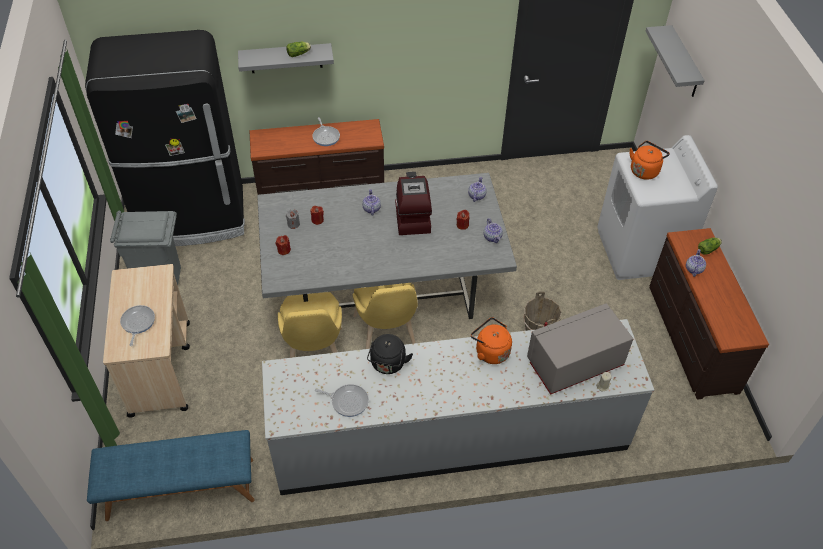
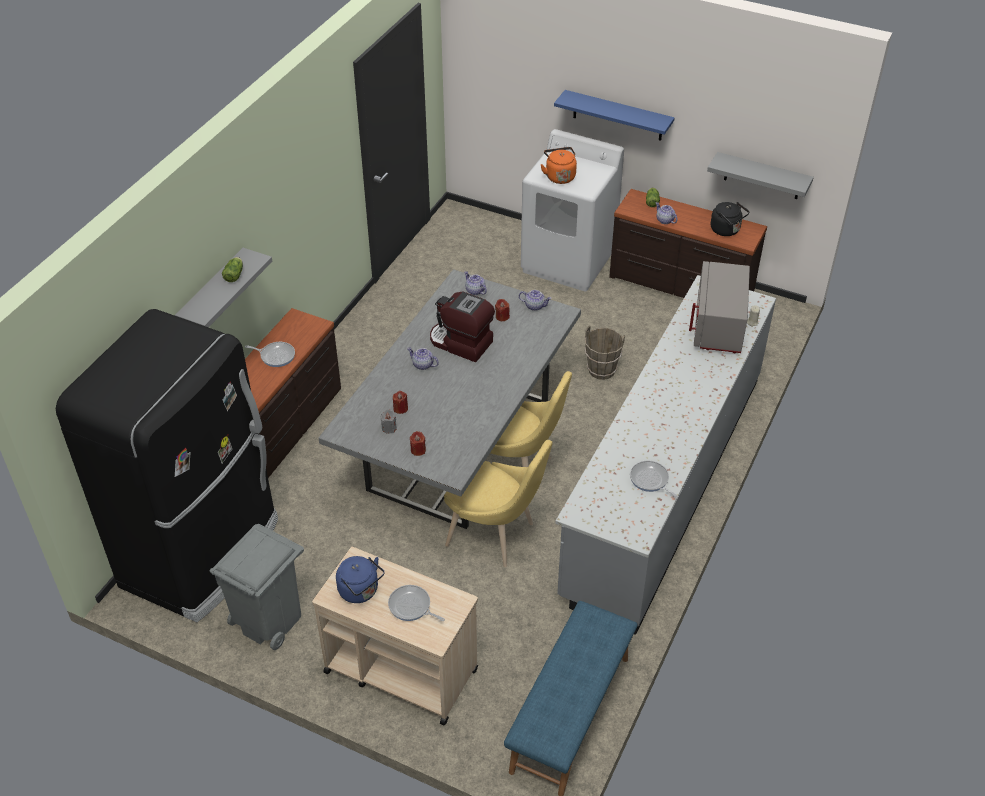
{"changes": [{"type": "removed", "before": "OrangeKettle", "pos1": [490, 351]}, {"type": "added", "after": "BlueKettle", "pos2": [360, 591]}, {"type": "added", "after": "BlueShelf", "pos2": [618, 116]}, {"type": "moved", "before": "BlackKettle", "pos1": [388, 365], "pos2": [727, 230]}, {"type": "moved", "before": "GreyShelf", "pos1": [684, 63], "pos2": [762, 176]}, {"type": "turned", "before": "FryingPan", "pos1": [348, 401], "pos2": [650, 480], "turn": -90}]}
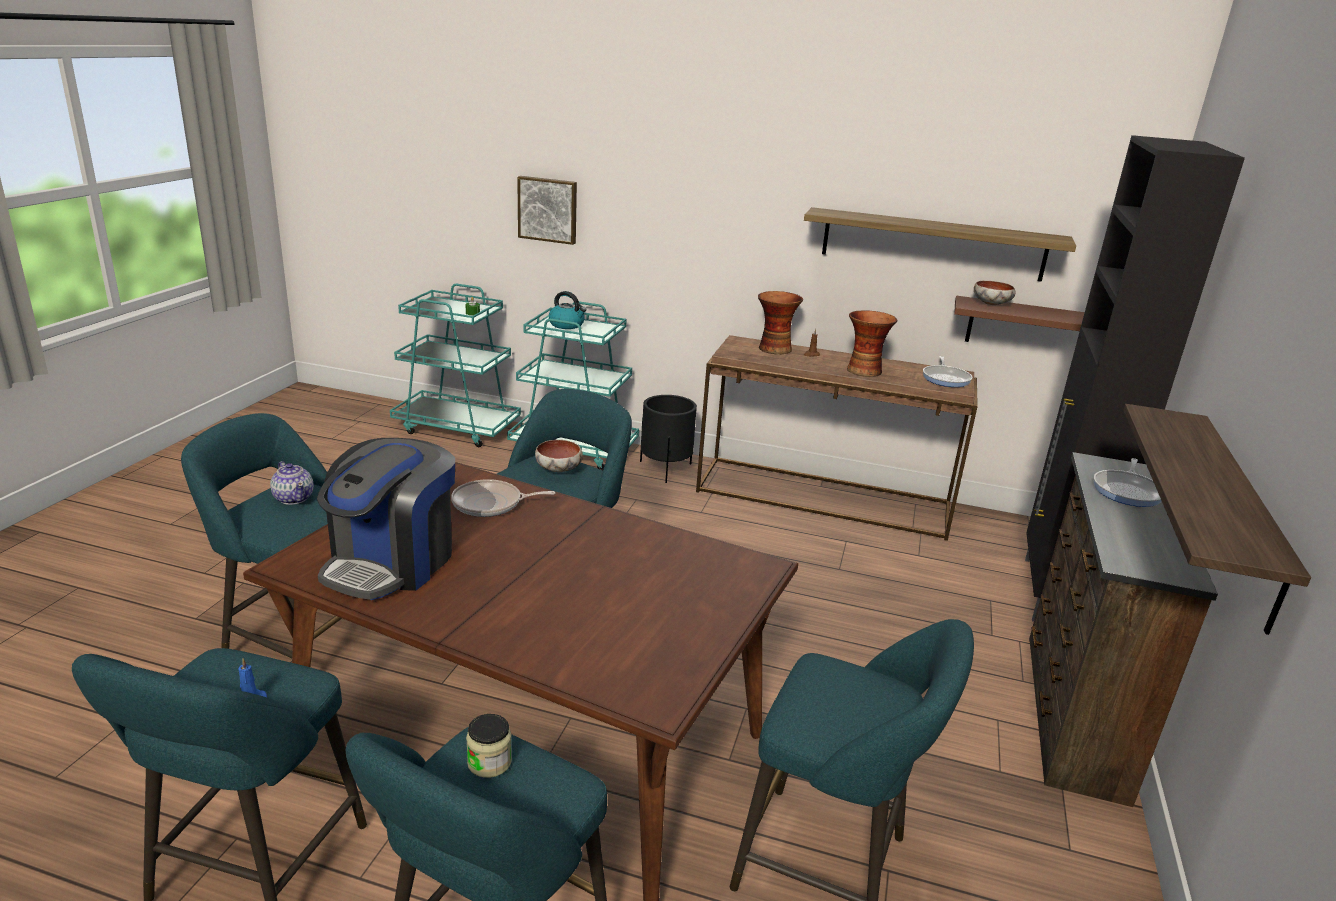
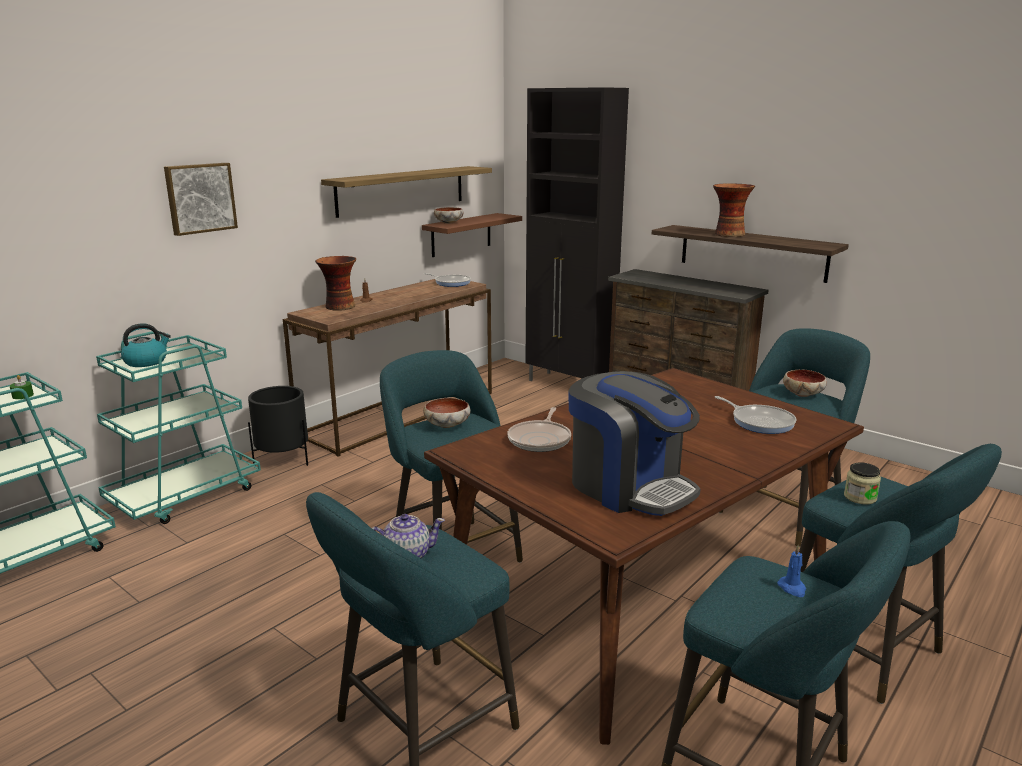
{"changes": [{"type": "added", "after": "Bowl", "pos2": [802, 394]}, {"type": "moved", "before": "Picture", "pos1": [548, 209], "pos2": [200, 198]}, {"type": "moved", "before": "Vase", "pos1": [864, 370], "pos2": [728, 234]}, {"type": "moved", "before": "FryingPan", "pos1": [1128, 491], "pos2": [760, 422]}]}
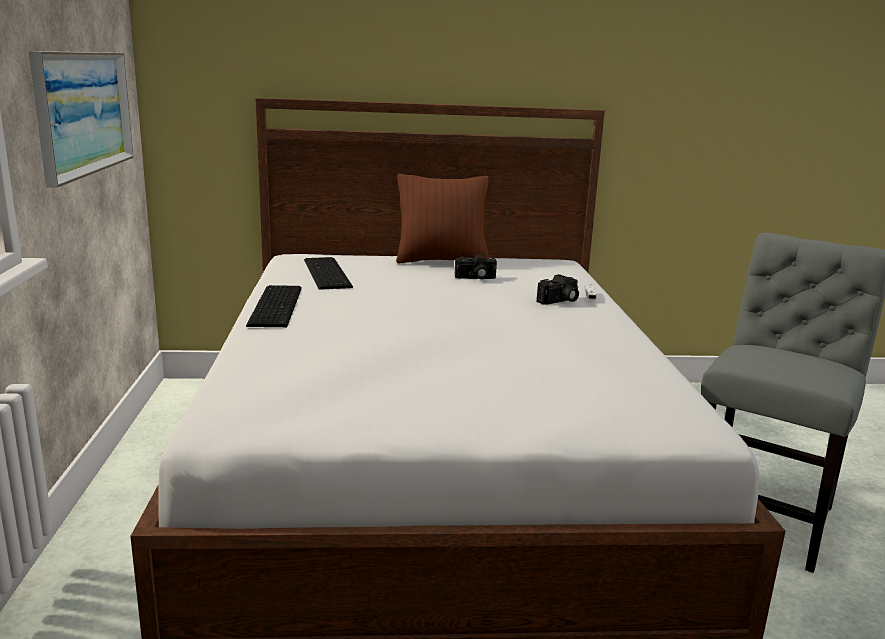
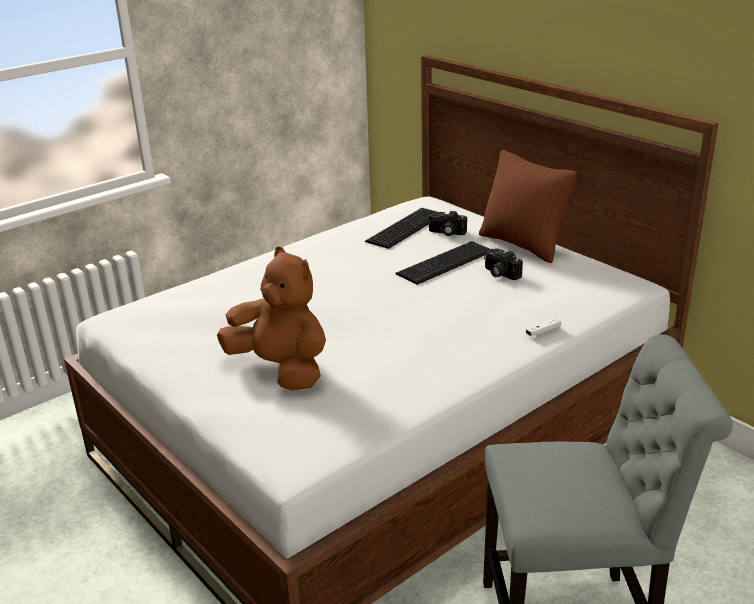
{"changes": [{"type": "removed", "before": "Picture", "pos1": [83, 112]}, {"type": "added", "after": "BrownPlushToy", "pos2": [281, 369]}, {"type": "moved", "before": "Keyboard", "pos1": [278, 305], "pos2": [447, 263]}, {"type": "moved", "before": "PhotoCamera", "pos1": [559, 301], "pos2": [446, 233]}]}
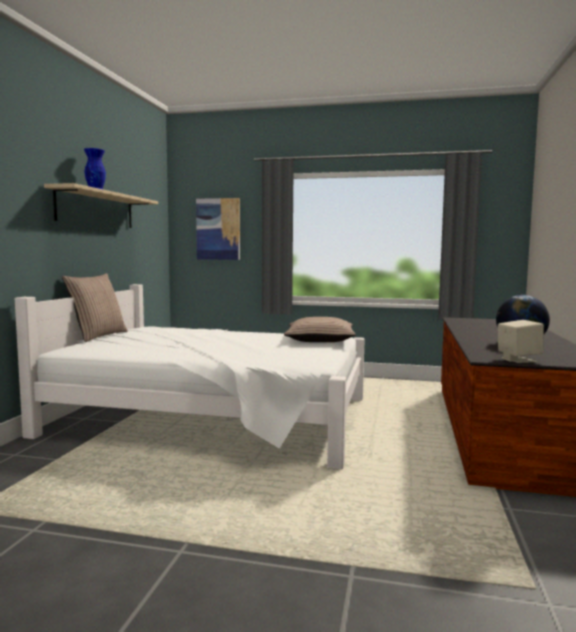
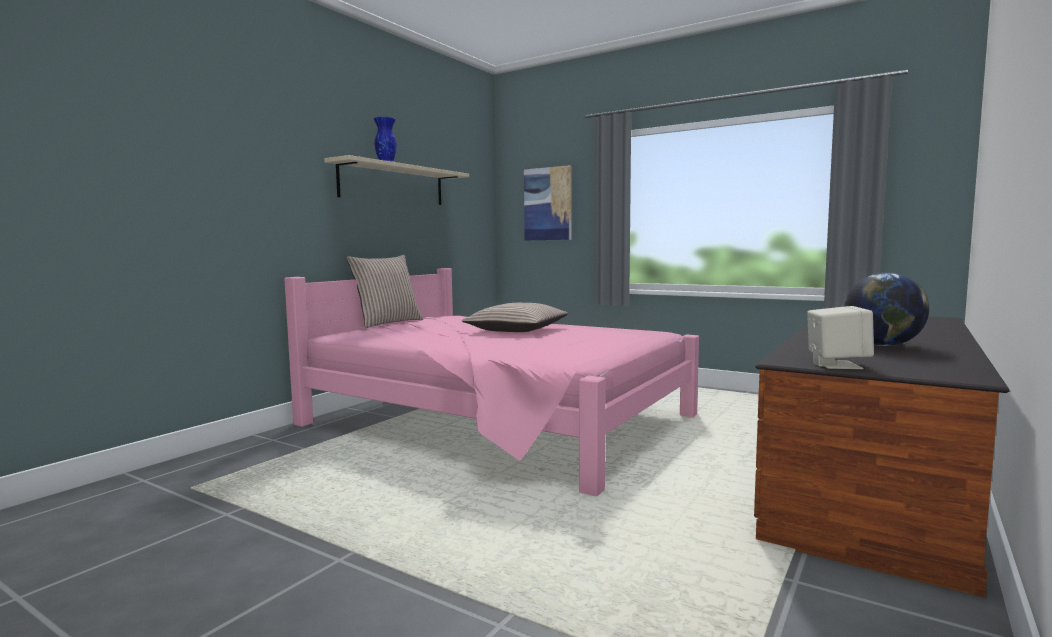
{"changes": [{"type": "moved", "before": "Pillow", "pos1": [319, 340], "pos2": [516, 330]}, {"type": "recoloured", "before": "WhiteBed", "after": "PinkBed", "pos1": [215, 416], "pos2": [498, 421]}]}
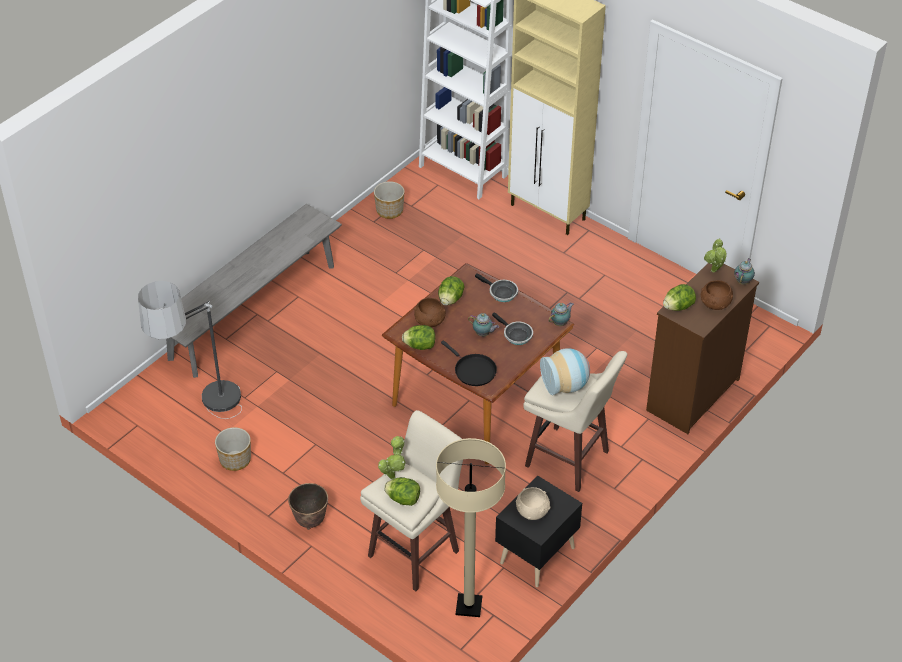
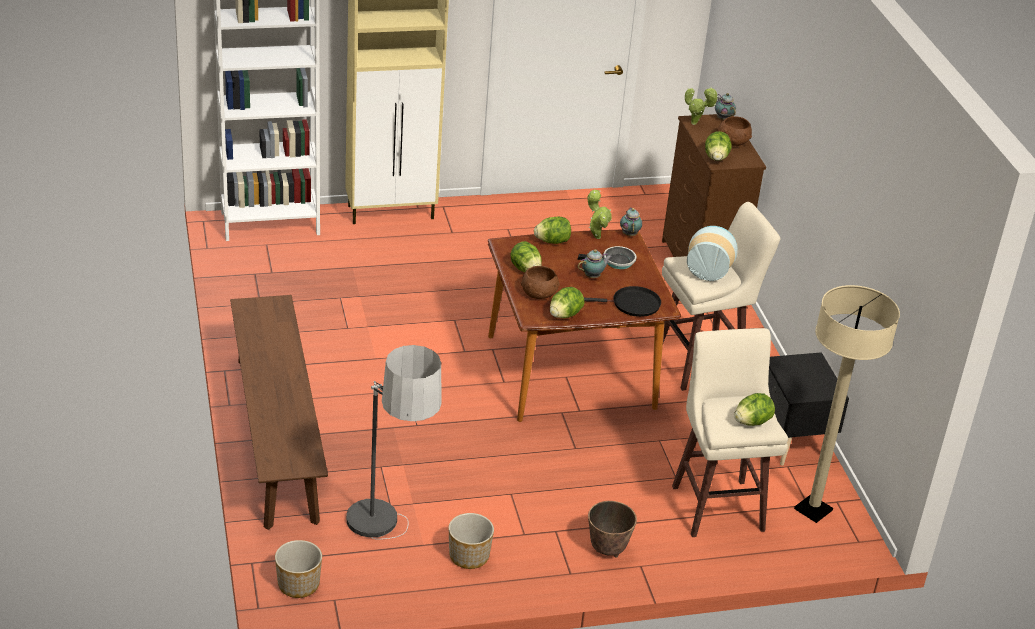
{"changes": [{"type": "removed", "before": "BeigeBowl", "pos1": [532, 511]}, {"type": "moved", "before": "Planter", "pos1": [389, 211], "pos2": [298, 585]}, {"type": "moved", "before": "PottedPlant", "pos1": [393, 475], "pos2": [596, 236]}, {"type": "replaced", "before": "FryingPan", "after": "Lettuce", "pos1": [501, 293], "pos2": [552, 241]}, {"type": "recoloured", "before": "GreyBench", "after": "BrownBench", "pos1": [253, 311], "pos2": [276, 437]}]}
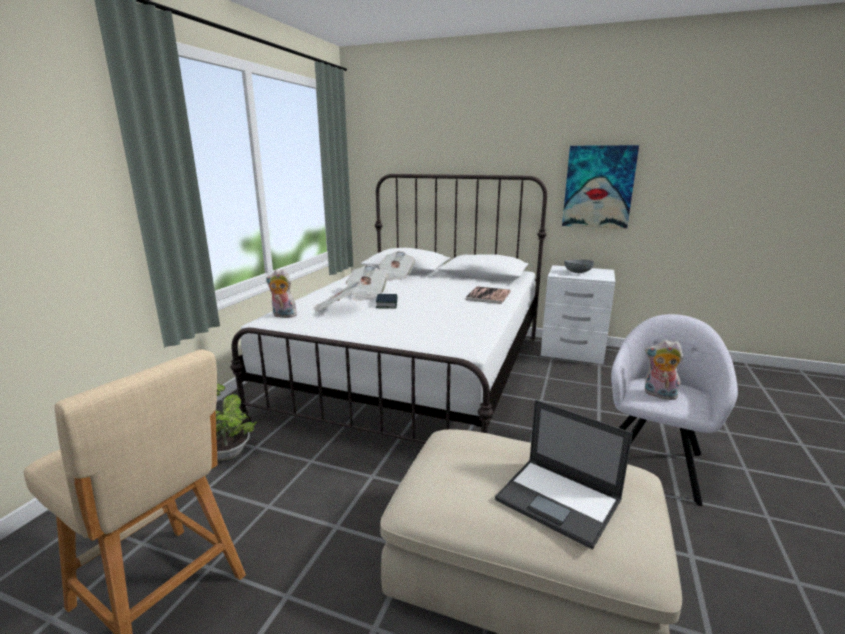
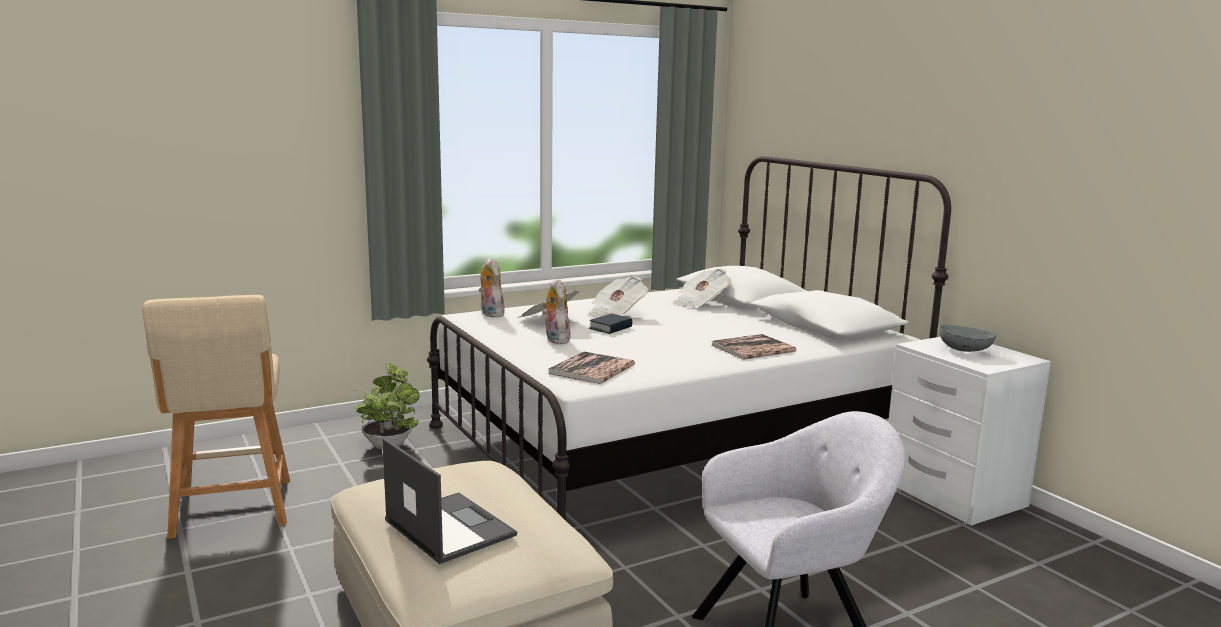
{"changes": [{"type": "removed", "before": "Picture", "pos1": [598, 187]}, {"type": "added", "after": "Book", "pos2": [592, 369]}, {"type": "moved", "before": "PlushToy", "pos1": [658, 395], "pos2": [555, 340]}, {"type": "turned", "before": "Laptop", "pos1": [559, 500], "pos2": [448, 527], "turn": 150}]}
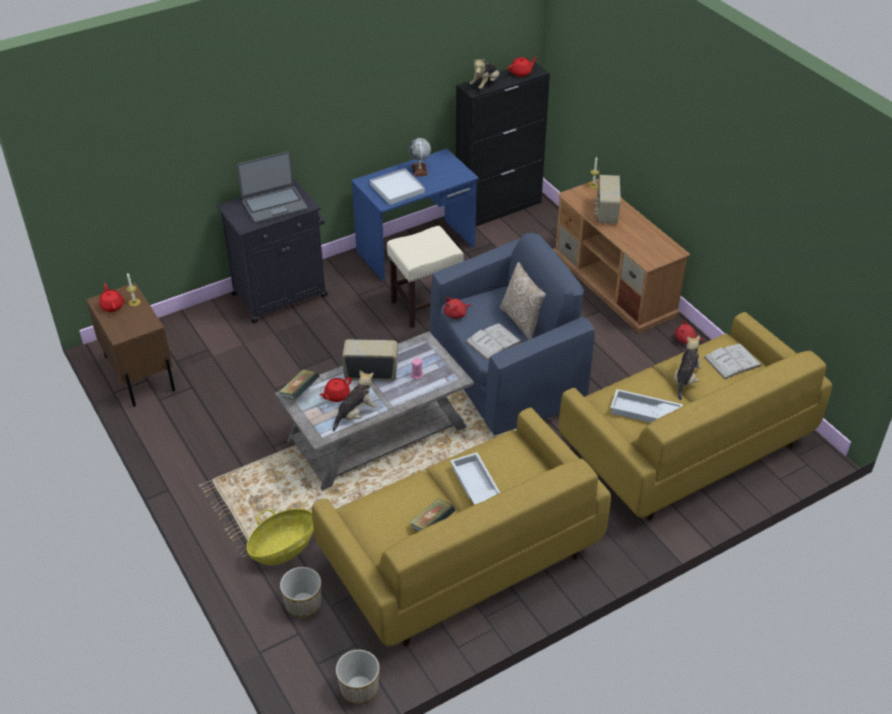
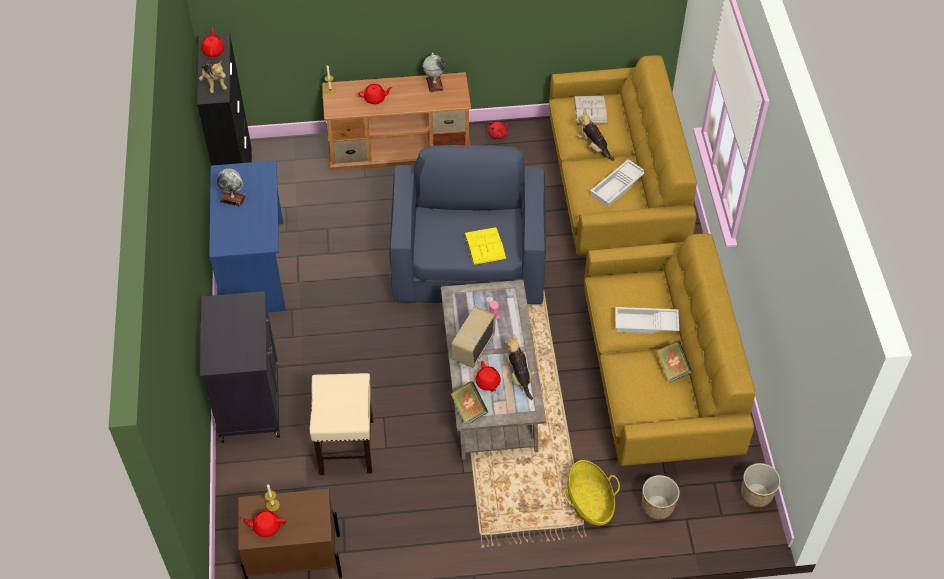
{"changes": [{"type": "removed", "before": "Laptop", "pos1": [274, 205]}, {"type": "removed", "before": "WhiteTray", "pos1": [397, 188]}, {"type": "removed", "before": "RedPlushToy", "pos1": [456, 314]}, {"type": "removed", "before": "Pillow", "pos1": [523, 321]}, {"type": "added", "after": "Globe", "pos2": [434, 84]}, {"type": "moved", "before": "BeigeStool", "pos1": [425, 307], "pos2": [346, 447]}, {"type": "replaced", "before": "Radio", "after": "RedTeapot", "pos1": [606, 212], "pos2": [375, 99]}, {"type": "recoloured", "before": "WhiteBook", "after": "YellowBook", "pos1": [493, 341], "pos2": [485, 246]}]}
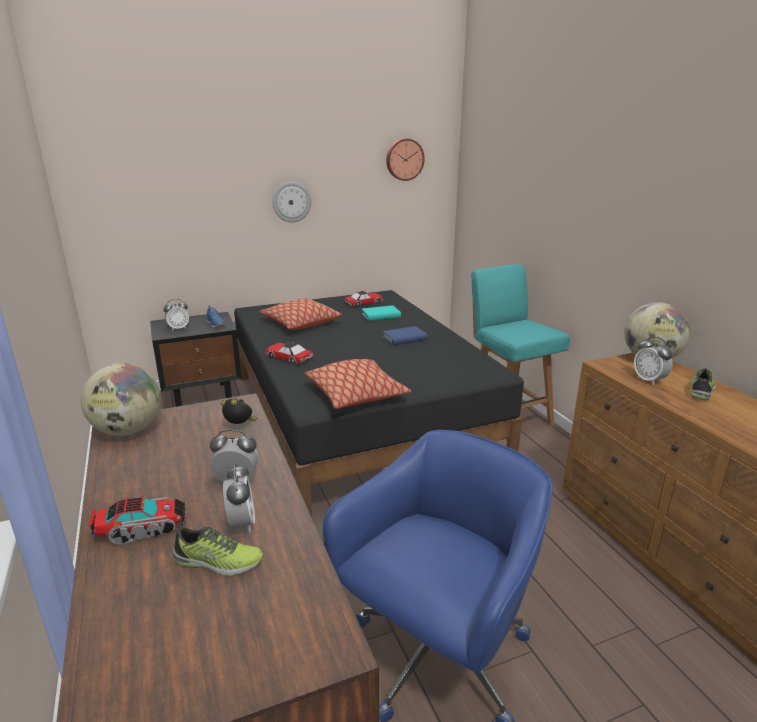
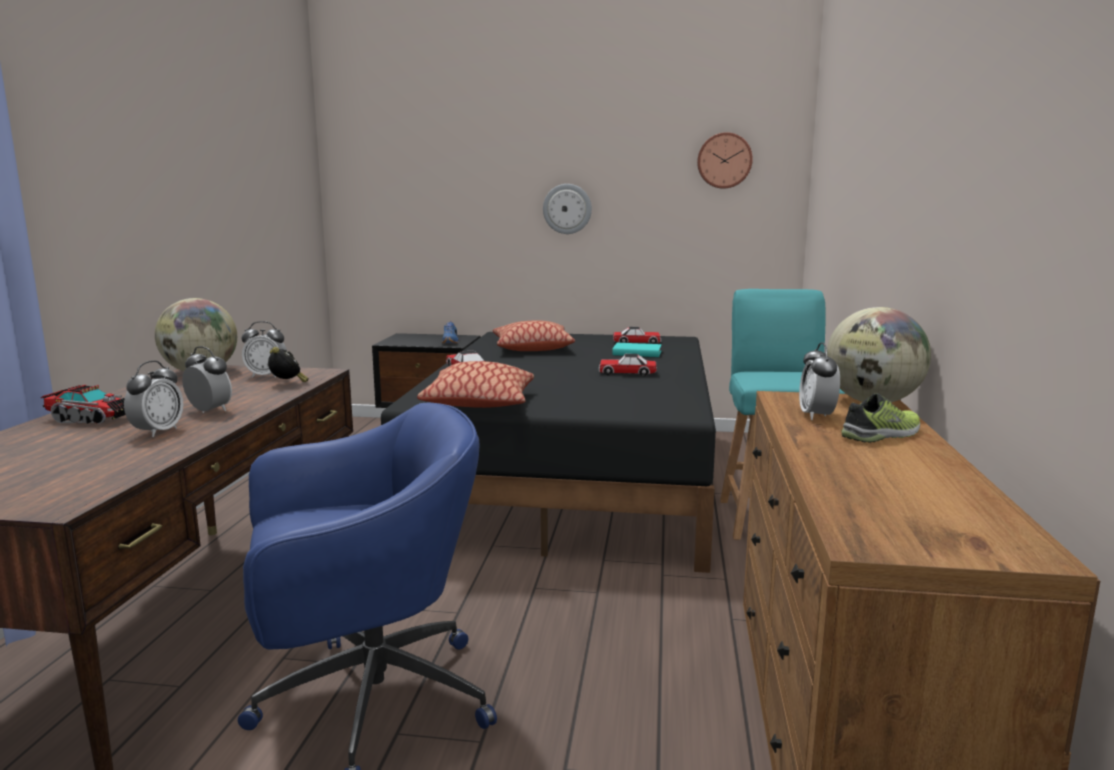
{"changes": [{"type": "removed", "before": "Shoe", "pos1": [217, 562]}, {"type": "moved", "before": "AlarmClock", "pos1": [178, 328], "pos2": [266, 376]}, {"type": "replaced", "before": "BlueBook", "after": "ToyCar", "pos1": [404, 338], "pos2": [627, 373]}]}
